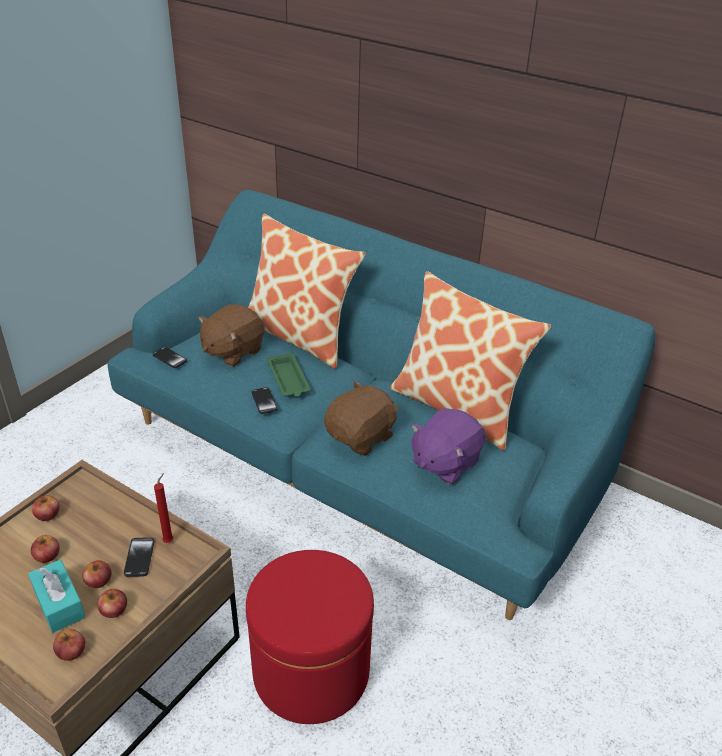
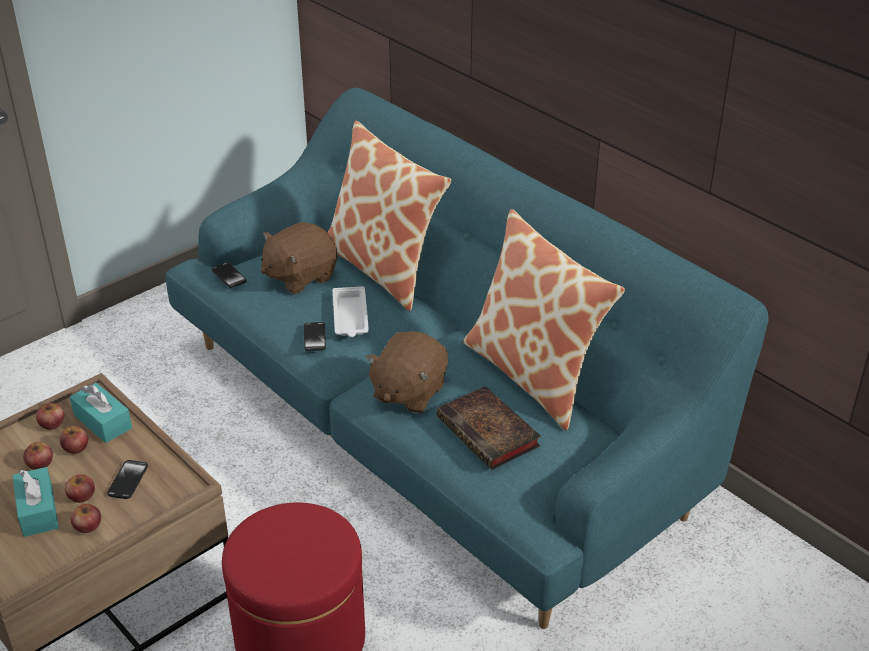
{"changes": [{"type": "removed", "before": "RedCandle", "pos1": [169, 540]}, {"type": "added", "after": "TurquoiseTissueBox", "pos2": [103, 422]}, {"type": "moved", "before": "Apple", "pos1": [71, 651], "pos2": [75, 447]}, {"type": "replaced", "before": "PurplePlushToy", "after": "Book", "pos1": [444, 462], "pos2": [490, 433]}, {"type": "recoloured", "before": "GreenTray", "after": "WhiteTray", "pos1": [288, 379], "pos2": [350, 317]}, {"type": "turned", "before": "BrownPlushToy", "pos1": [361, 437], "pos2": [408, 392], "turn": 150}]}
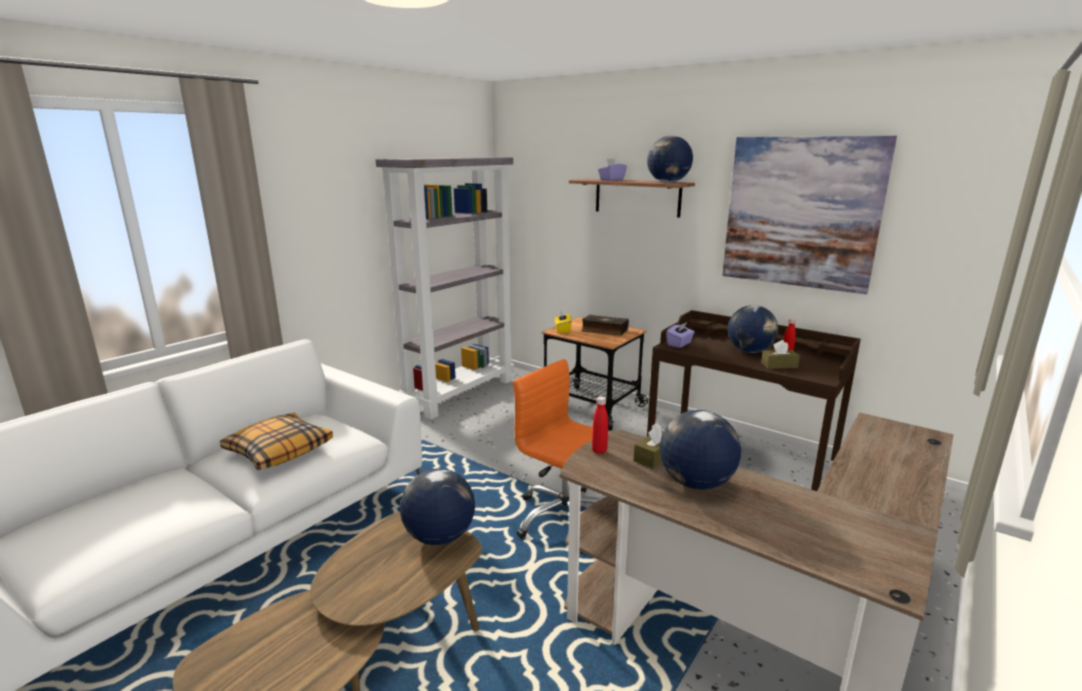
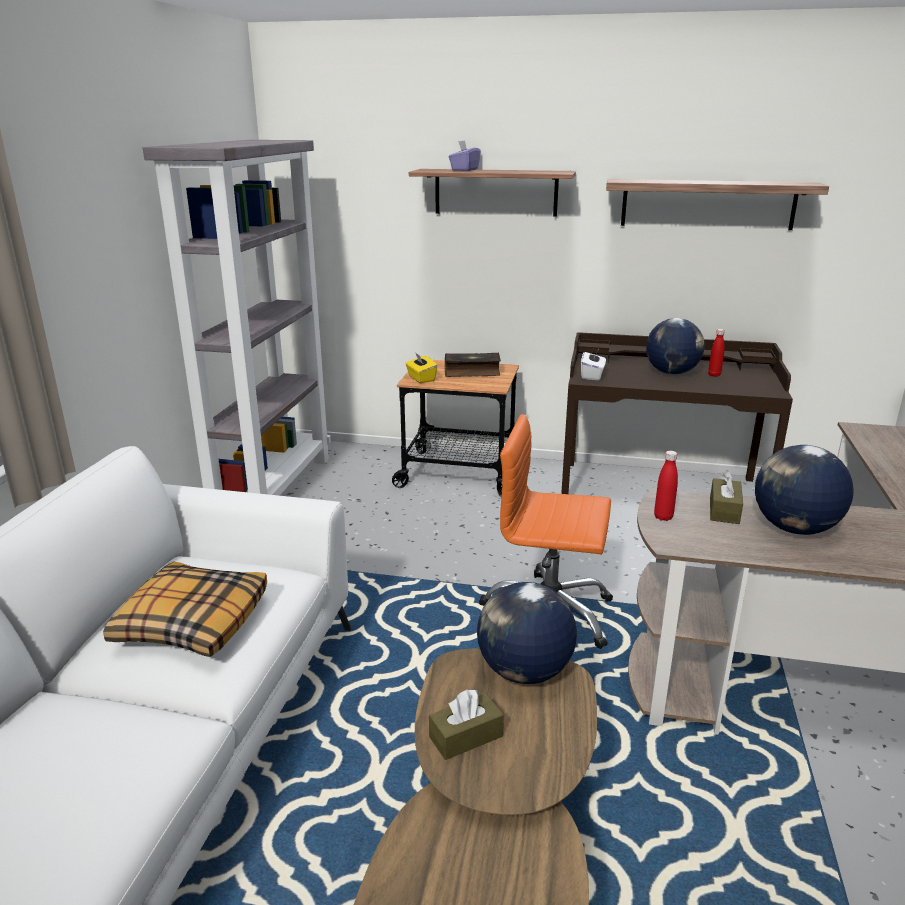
{"changes": [{"type": "removed", "before": "Globe", "pos1": [668, 182]}, {"type": "moved", "before": "BrownTissueBox", "pos1": [779, 365], "pos2": [466, 736]}, {"type": "replaced", "before": "Picture", "after": "Shelf", "pos1": [801, 213], "pos2": [707, 204]}, {"type": "recoloured", "before": "PurpleTissueBox", "after": "WhiteTissueBox", "pos1": [679, 344], "pos2": [592, 375]}]}
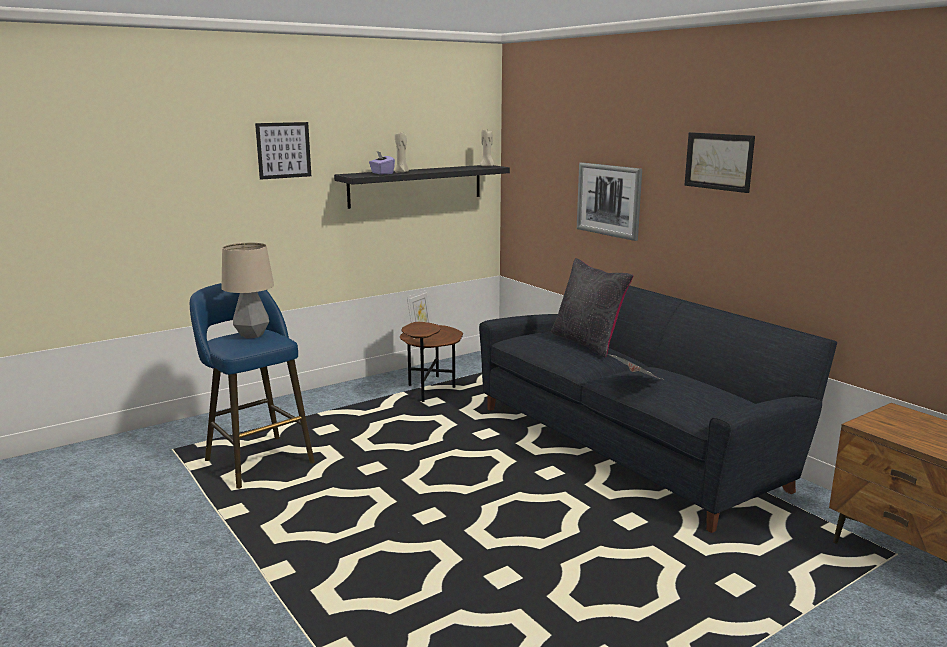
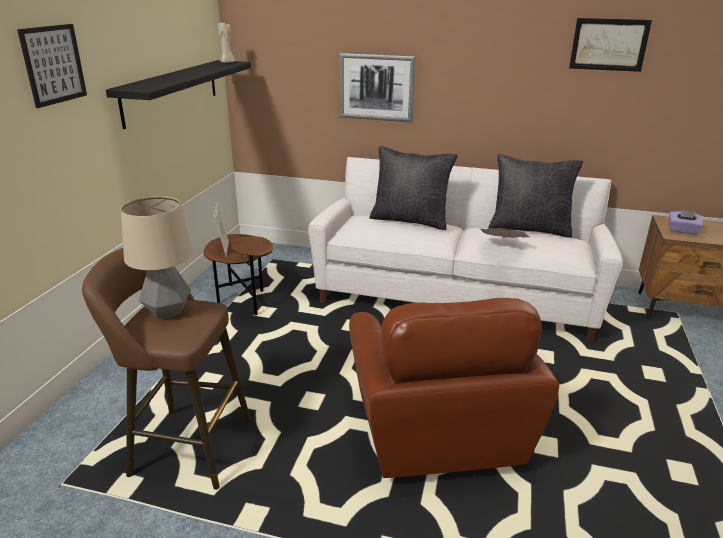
{"changes": [{"type": "removed", "before": "BeigeCandle", "pos1": [402, 172]}, {"type": "added", "after": "BrownArmchair", "pos2": [435, 429]}, {"type": "added", "after": "BlackPillow", "pos2": [529, 228]}, {"type": "moved", "before": "PurpleTissueBox", "pos1": [382, 173], "pos2": [682, 231]}, {"type": "moved", "before": "Picture", "pos1": [718, 161], "pos2": [609, 44]}, {"type": "recoloured", "before": "BlueStool", "after": "BrownStool", "pos1": [256, 460], "pos2": [185, 447]}, {"type": "recoloured", "before": "BlackSofa", "after": "WhiteSofa", "pos1": [630, 444], "pos2": [456, 294]}]}
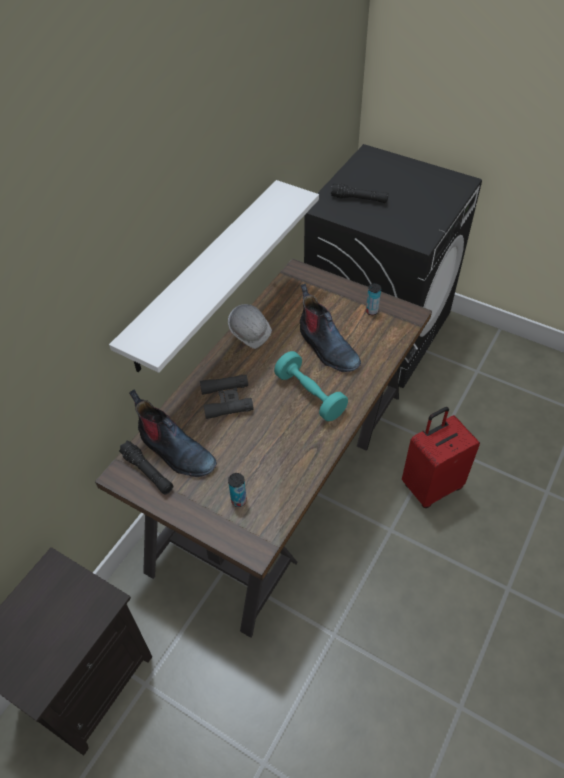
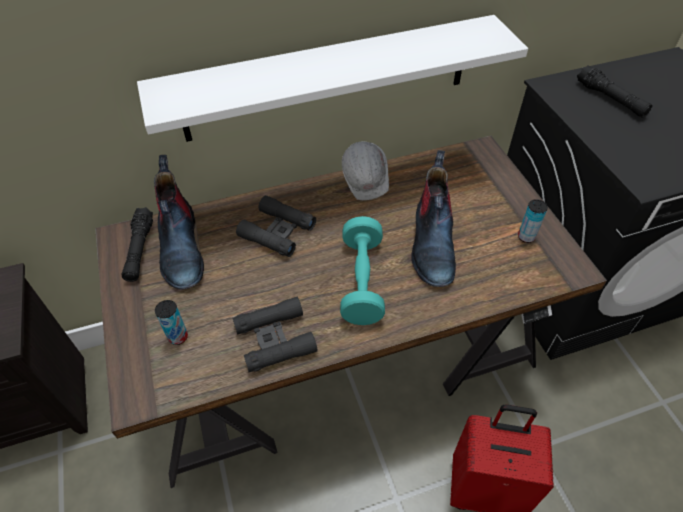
{"changes": [{"type": "added", "after": "BlackBinoculars", "pos2": [275, 339]}]}
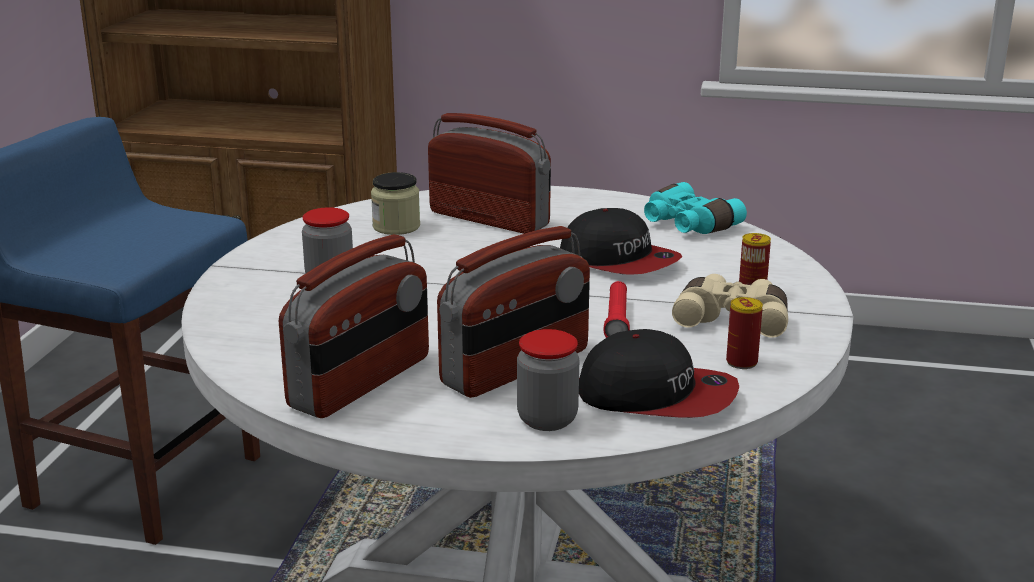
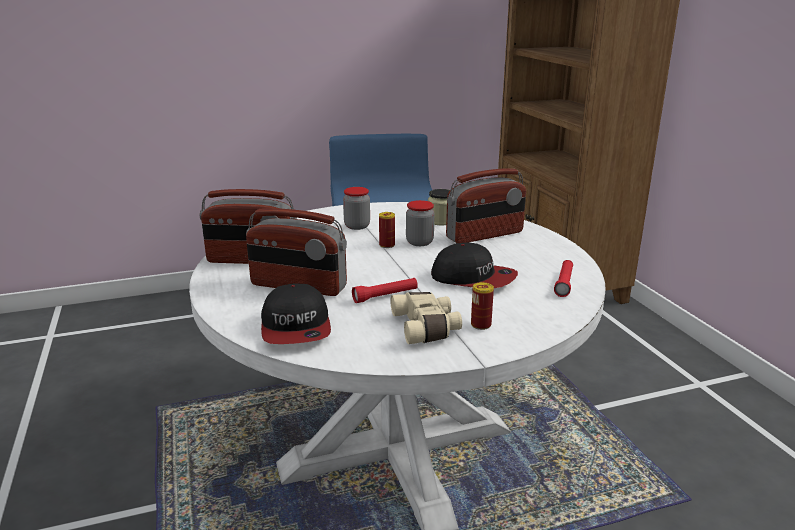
{"changes": [{"type": "moved", "before": "Jar", "pos1": [547, 420], "pos2": [419, 242]}, {"type": "moved", "before": "Can", "pos1": [741, 362], "pos2": [387, 245]}, {"type": "replaced", "before": "TurquoiseBinoculars", "after": "RedFlashlight", "pos1": [687, 225], "pos2": [564, 283]}, {"type": "turned", "before": "Radio", "pos1": [489, 219], "pos2": [485, 235], "turn": 60}, {"type": "turned", "before": "Cap", "pos1": [619, 261], "pos2": [473, 278], "turn": -75}]}
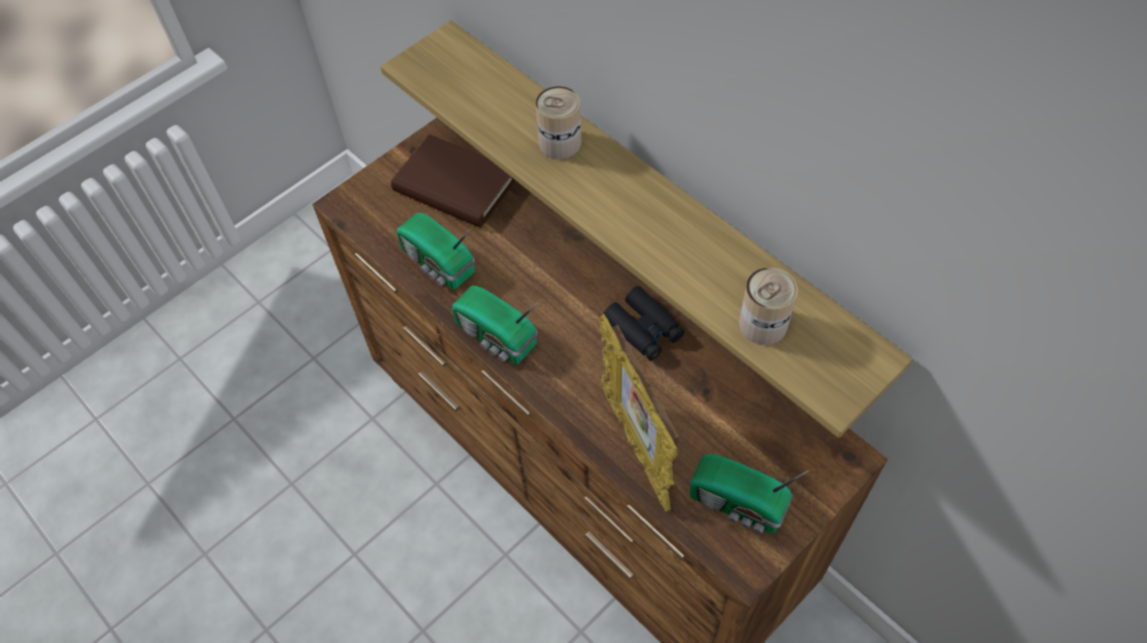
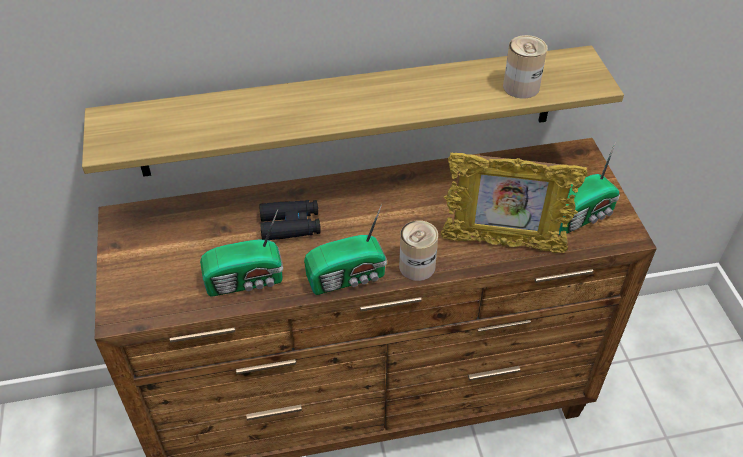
{"changes": [{"type": "removed", "before": "BrownBook", "pos1": [454, 186]}, {"type": "moved", "before": "Can", "pos1": [560, 142], "pos2": [417, 266]}, {"type": "moved", "before": "BlackBinoculars", "pos1": [643, 329], "pos2": [290, 225]}]}
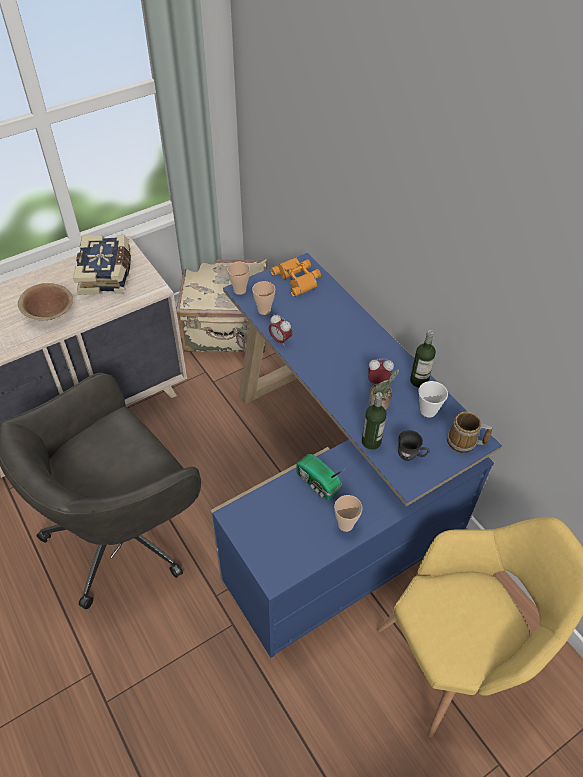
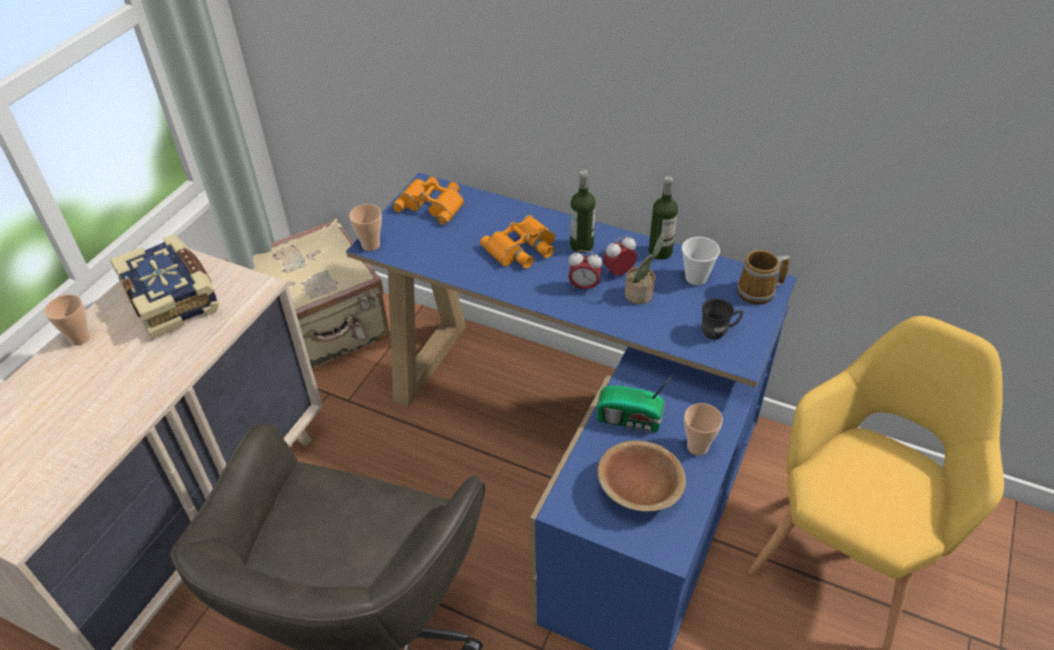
{"changes": [{"type": "added", "after": "OrangeBinoculars", "pos2": [522, 249]}, {"type": "moved", "before": "BrownBowl", "pos1": [49, 312], "pos2": [639, 489]}, {"type": "moved", "before": "Cup", "pos1": [264, 310], "pos2": [80, 338]}, {"type": "moved", "before": "AlarmClock", "pos1": [280, 340], "pos2": [584, 287]}, {"type": "moved", "before": "Bottle", "pos1": [371, 441], "pos2": [581, 245]}]}
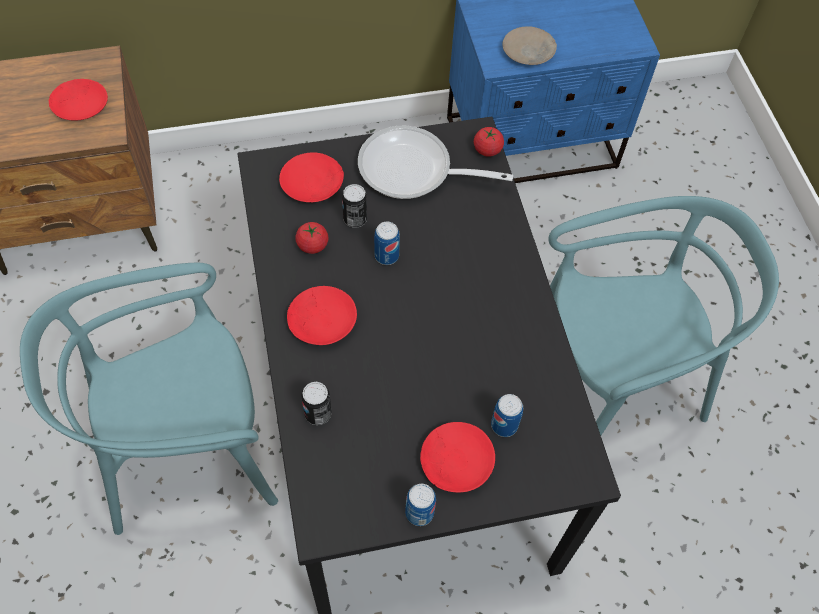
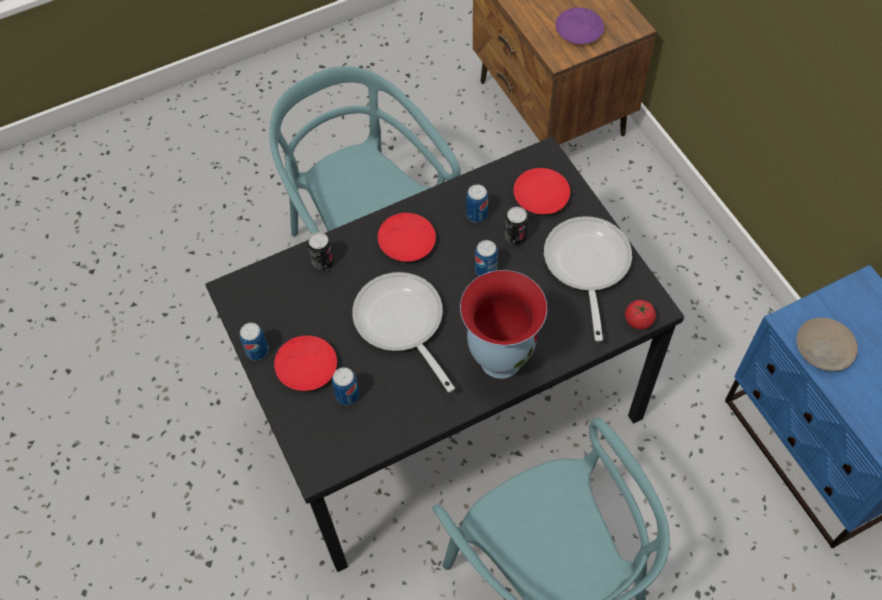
{"changes": [{"type": "added", "after": "FryingPan", "pos2": [402, 324]}, {"type": "added", "after": "Vase", "pos2": [500, 358]}, {"type": "replaced", "before": "Tomato", "after": "Can", "pos1": [312, 245], "pos2": [477, 214]}, {"type": "recoloured", "before": "RedPlate", "after": "PurplePlate", "pos1": [80, 105], "pos2": [579, 30]}]}
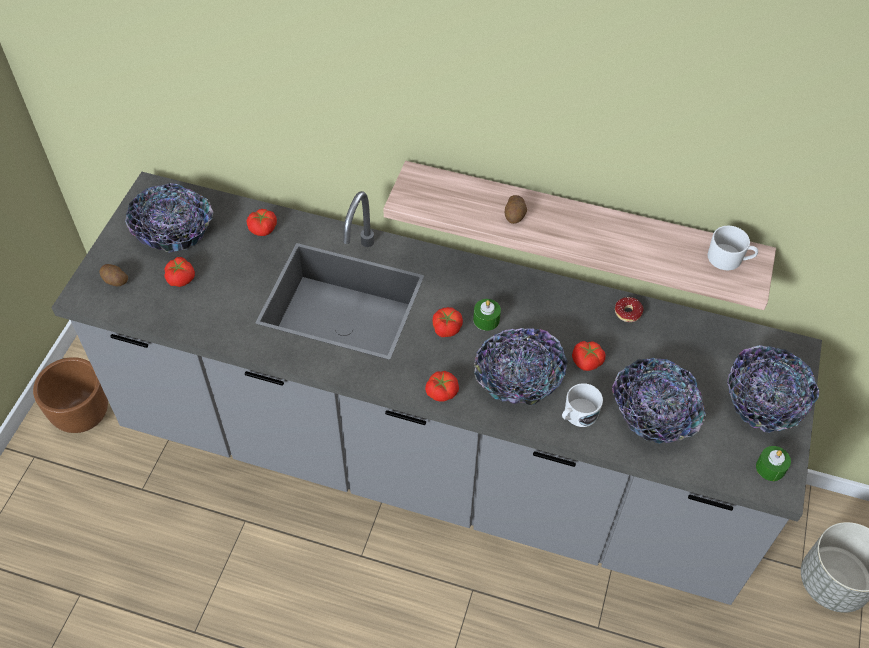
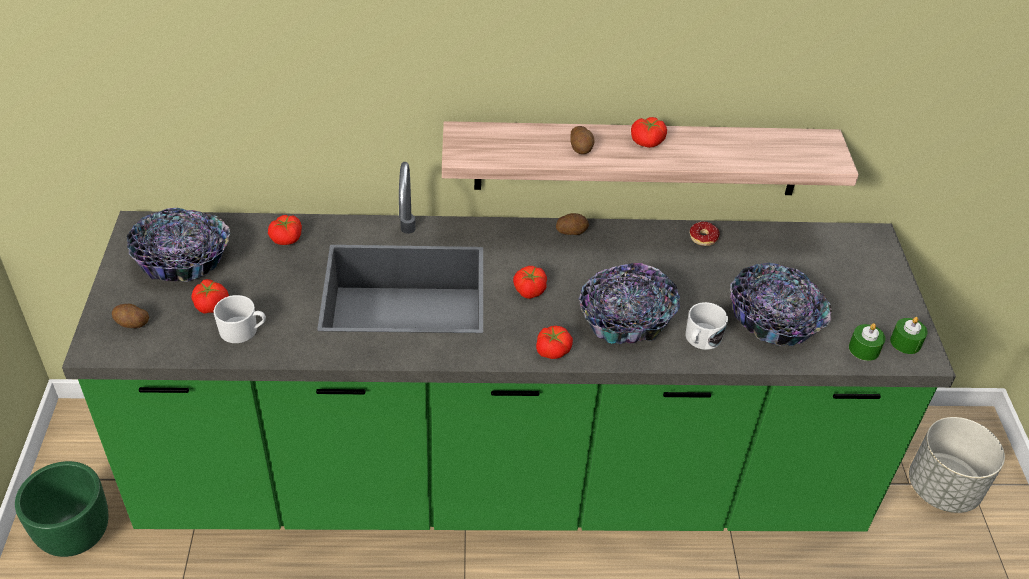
{"changes": [{"type": "removed", "before": "Bowl", "pos1": [763, 401]}, {"type": "added", "after": "Potato", "pos2": [571, 231]}, {"type": "moved", "before": "GreenCandle", "pos1": [486, 319], "pos2": [864, 349]}, {"type": "moved", "before": "Tomato", "pos1": [587, 362], "pos2": [647, 142]}, {"type": "moved", "before": "WhiteMug", "pos1": [729, 259], "pos2": [243, 330]}, {"type": "recoloured", "before": "BrownPlanter", "after": "GreenPlanter", "pos1": [82, 414], "pos2": [75, 534]}, {"type": "recoloured", "before": "GreyCounter", "after": "GreenCounter", "pos1": [431, 462], "pos2": [503, 480]}]}
